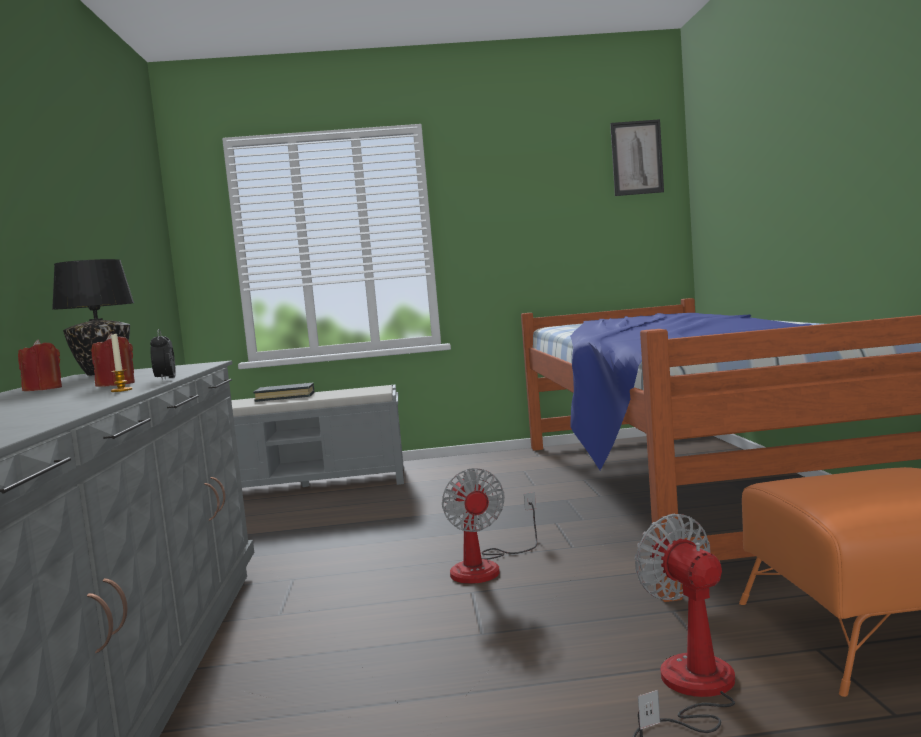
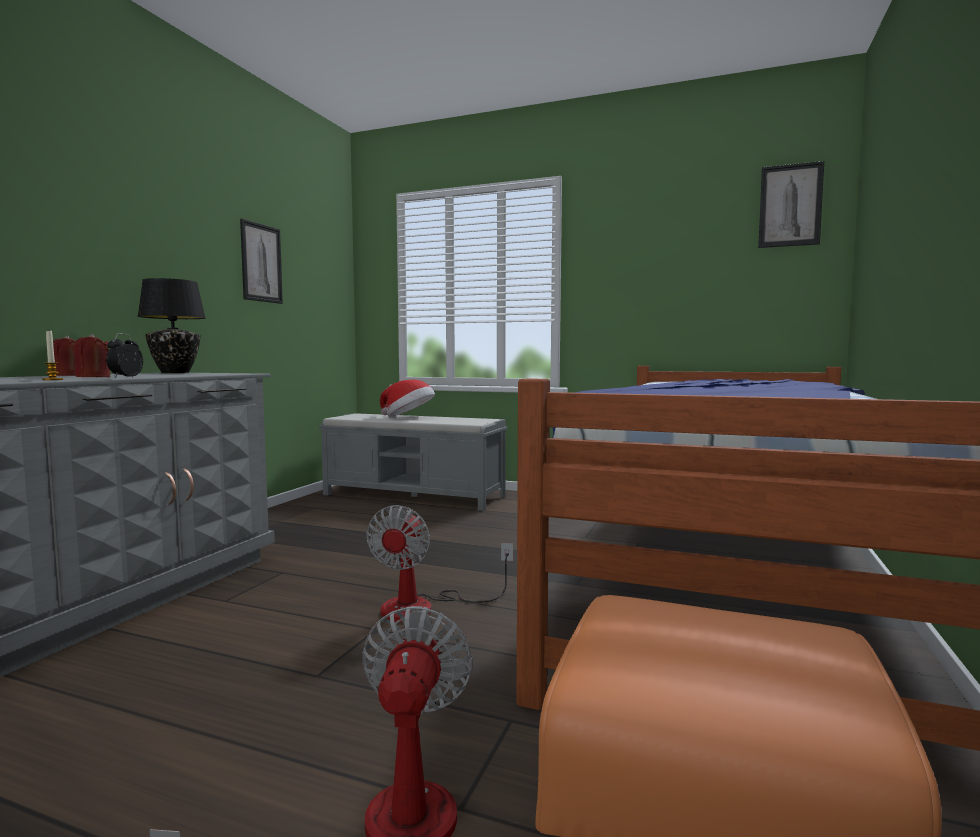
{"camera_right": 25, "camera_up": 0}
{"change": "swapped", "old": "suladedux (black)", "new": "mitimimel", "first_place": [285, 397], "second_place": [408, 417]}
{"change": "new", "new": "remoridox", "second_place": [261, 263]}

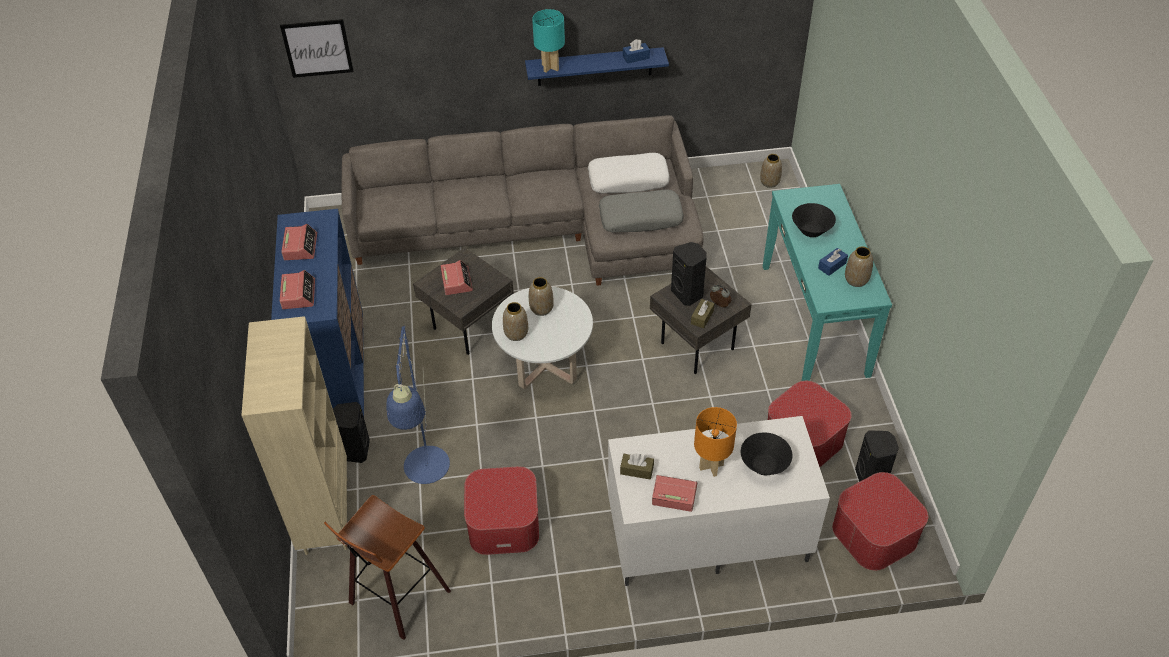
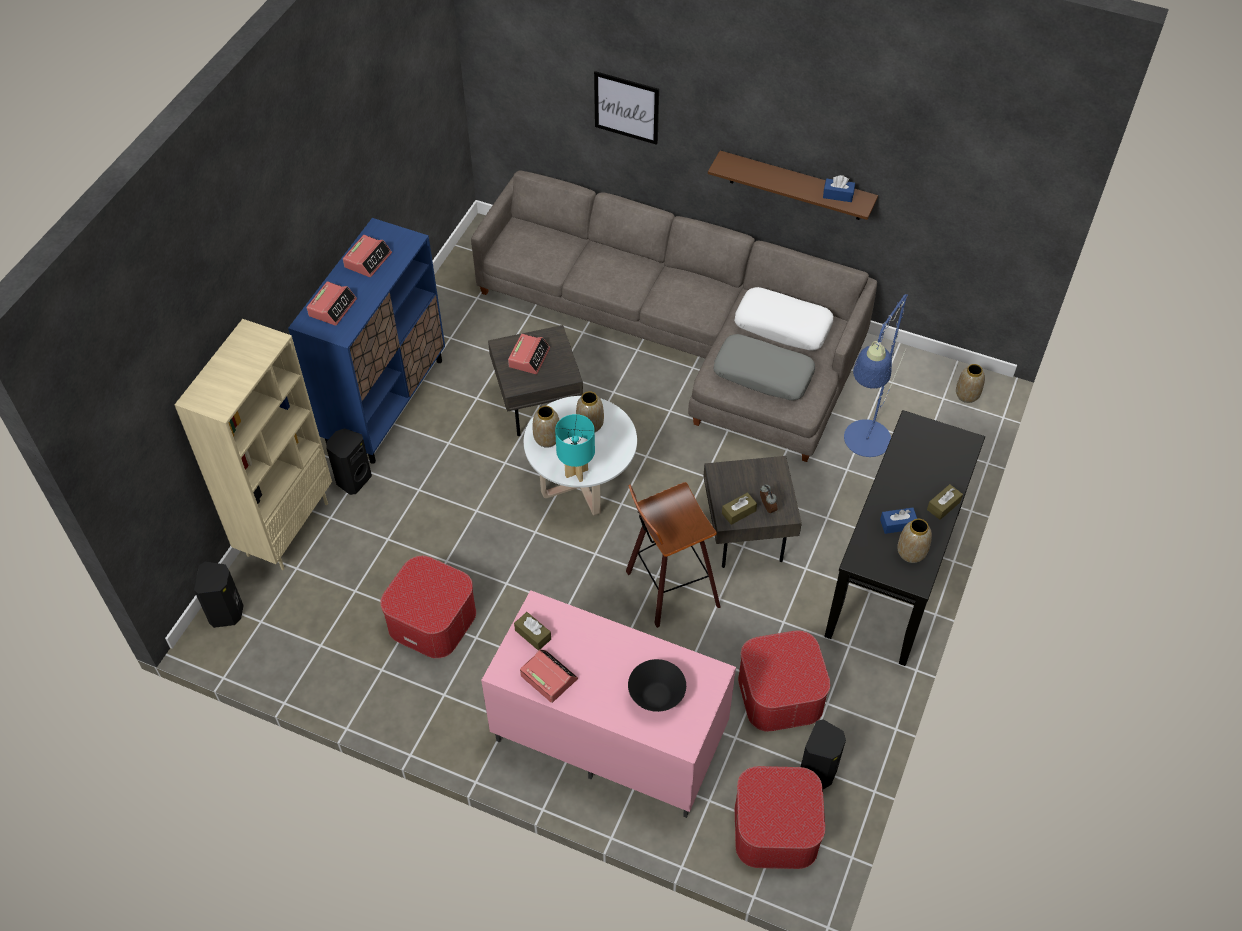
{"camera_right": 30, "camera_up": 5}
{"change": "shifted", "old": "remoridox", "first_place": [317, 48], "second_place": [626, 107]}
{"change": "shifted", "old": "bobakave", "first_place": [396, 598], "second_place": [669, 588]}
{"change": "shifted", "old": "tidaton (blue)", "first_place": [427, 475], "second_place": [863, 448]}
{"change": "repainted", "old": "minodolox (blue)", "new": "minodolox (brown)", "first_place": [594, 66], "second_place": [796, 186]}
{"change": "shifted", "old": "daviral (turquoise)", "first_place": [550, 67], "second_place": [577, 472]}
{"change": "repainted", "old": "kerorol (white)", "new": "kerorol (pink)", "first_place": [707, 536], "second_place": [607, 737]}
{"change": "shifted", "old": "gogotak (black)", "first_place": [688, 293], "second_place": [227, 612]}
{"change": "gone", "old": "daviral (orange)", "first_place": [711, 466]}
{"change": "repainted", "old": "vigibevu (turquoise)", "new": "vigibevu (black)", "first_place": [815, 319], "second_place": [894, 572]}
{"change": "gone", "old": "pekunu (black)", "first_place": [811, 231]}
{"change": "new", "new": "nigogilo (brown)", "second_place": [943, 506]}

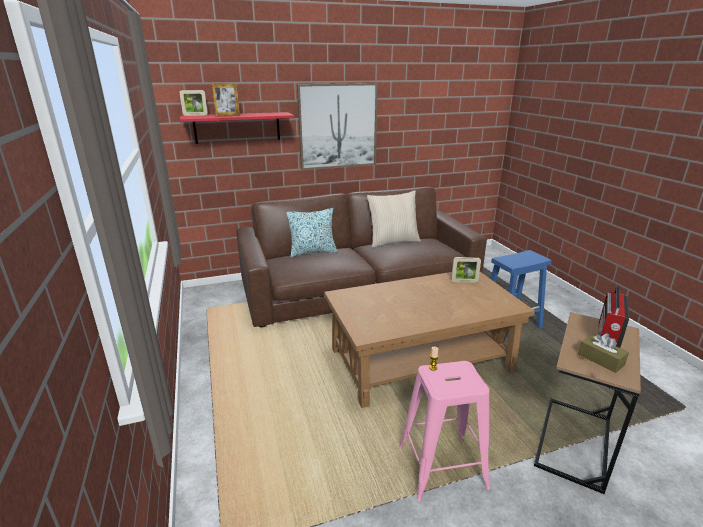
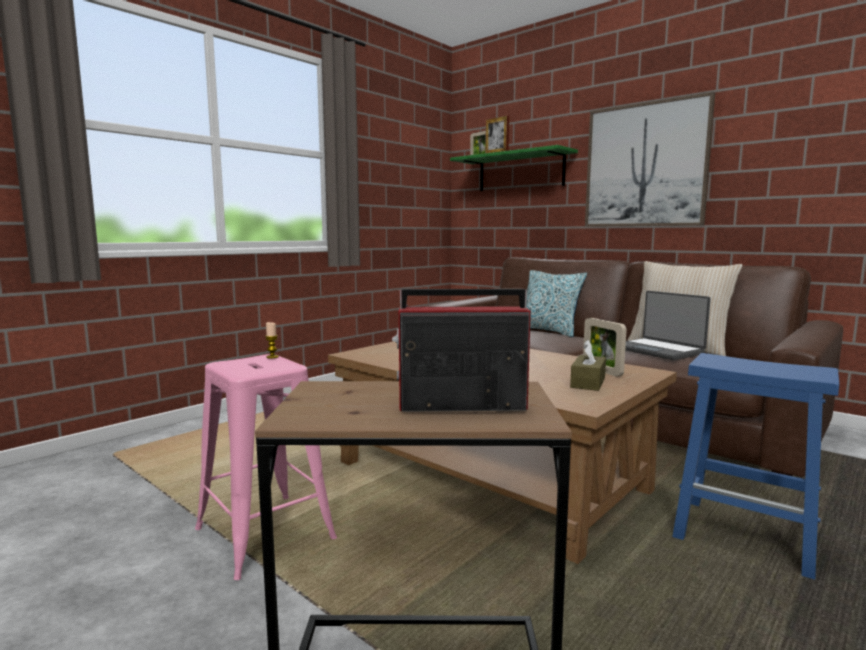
{"camera_right": 60, "camera_up": -15}
{"change": "repainted", "old": "minodolox (red)", "new": "minodolox (green)", "first_place": [237, 127], "second_place": [520, 172]}
{"change": "shifted", "old": "nigogilo (brown)", "first_place": [600, 360], "second_place": [588, 382]}
{"change": "new", "new": "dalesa", "second_place": [659, 350]}

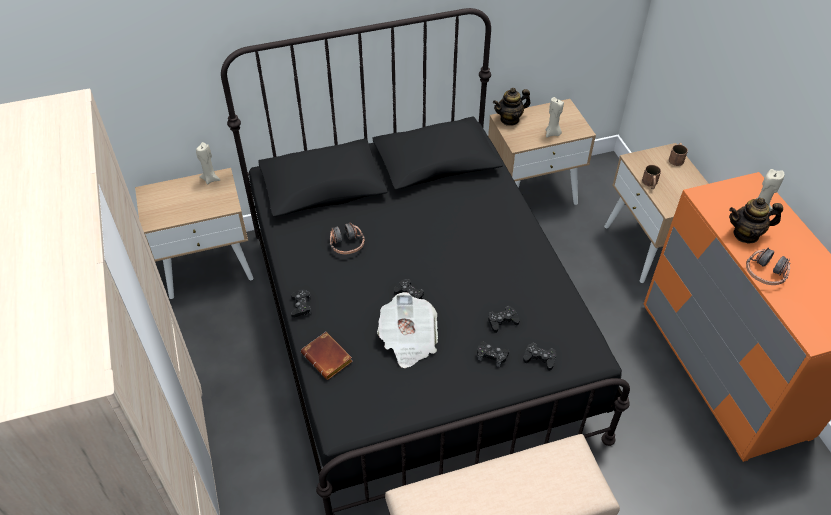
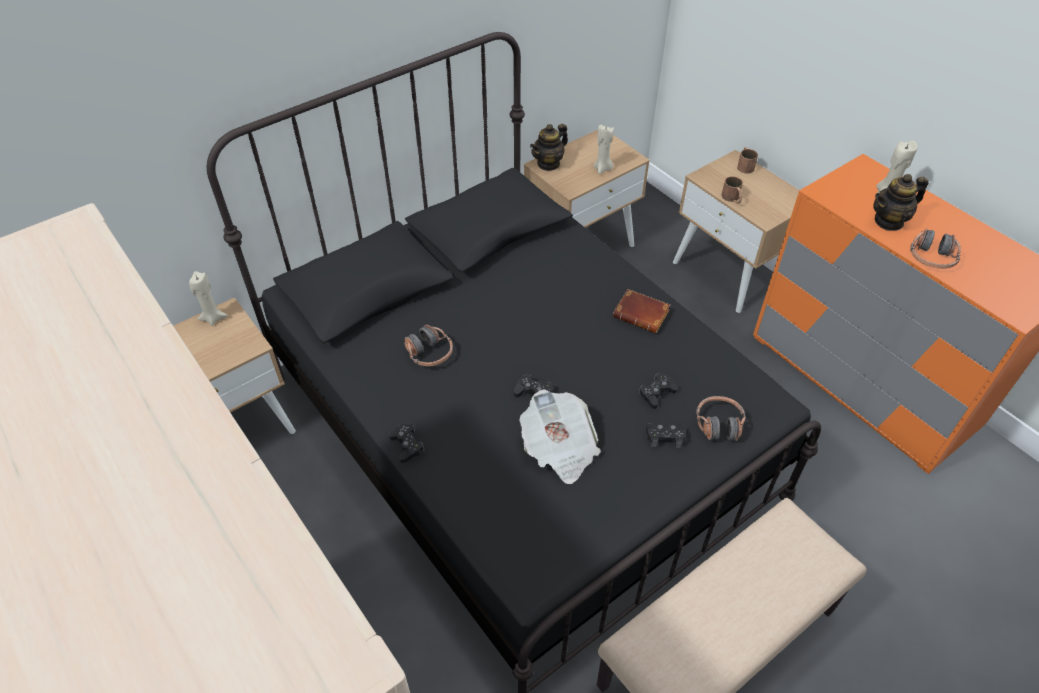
{"camera_right": -20, "camera_up": 0}
{"change": "shifted", "old": "suladedux (brown)", "first_place": [329, 358], "second_place": [642, 314]}
{"change": "swapped", "old": "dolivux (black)", "new": "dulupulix", "first_place": [539, 358], "second_place": [719, 424]}

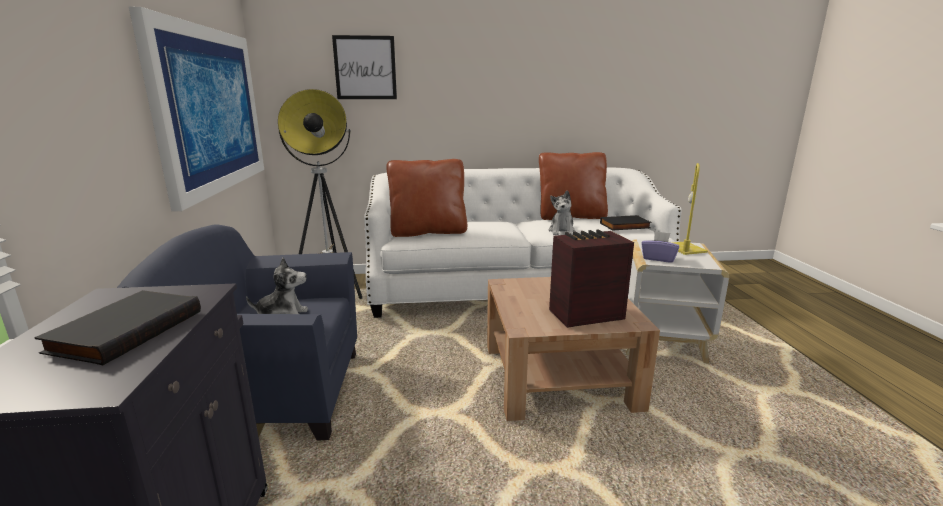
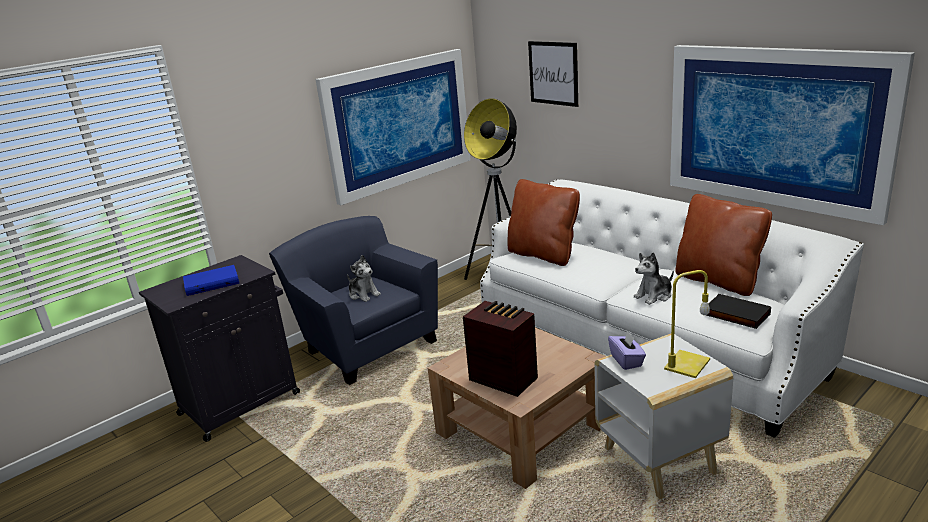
{"camera_right": 55, "camera_up": 5}
{"change": "repainted", "old": "suladedux (black)", "new": "suladedux (blue)", "first_place": [126, 330], "second_place": [212, 283]}
{"change": "new", "new": "remoridox", "second_place": [775, 127]}

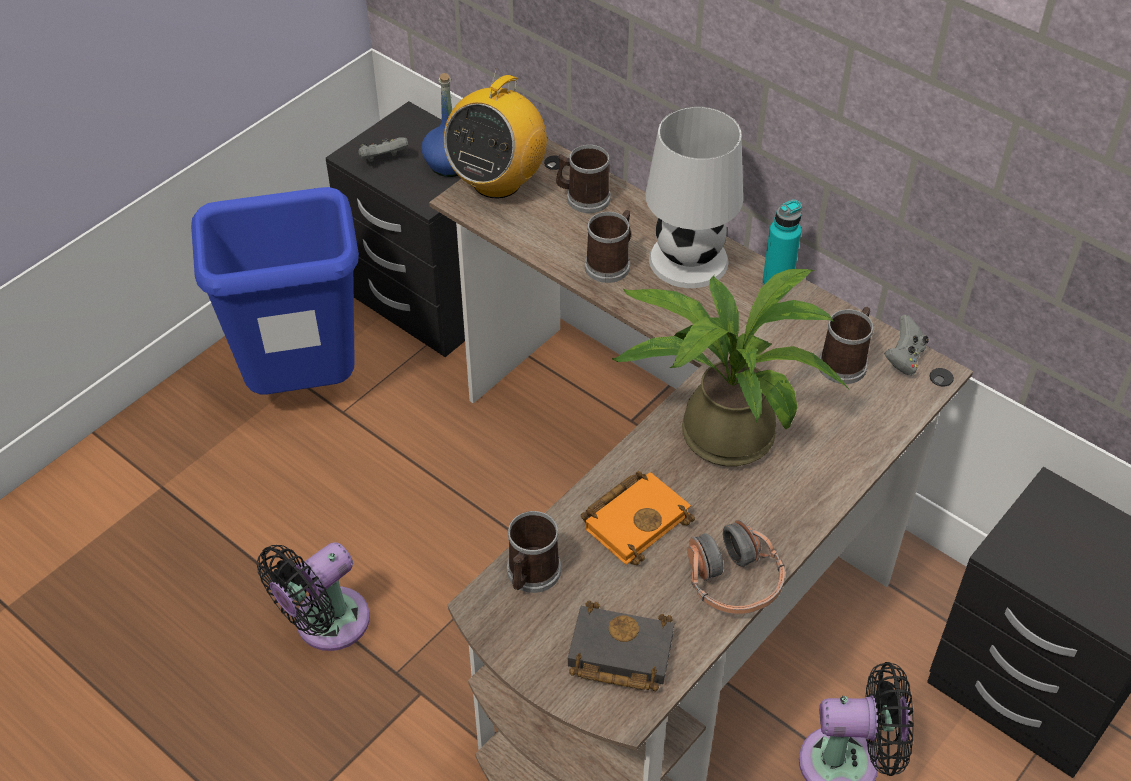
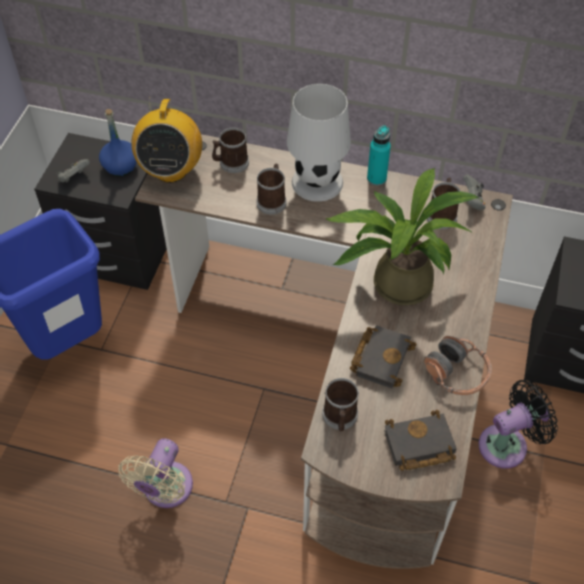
{"camera_right": -25, "camera_up": 5}
{"change": "repainted", "old": "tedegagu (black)", "new": "tedegagu (beige)", "first_place": [325, 624], "second_place": [165, 490]}
{"change": "repainted", "old": "suladedux (orange)", "new": "suladedux (black)", "first_place": [636, 519], "second_place": [380, 357]}

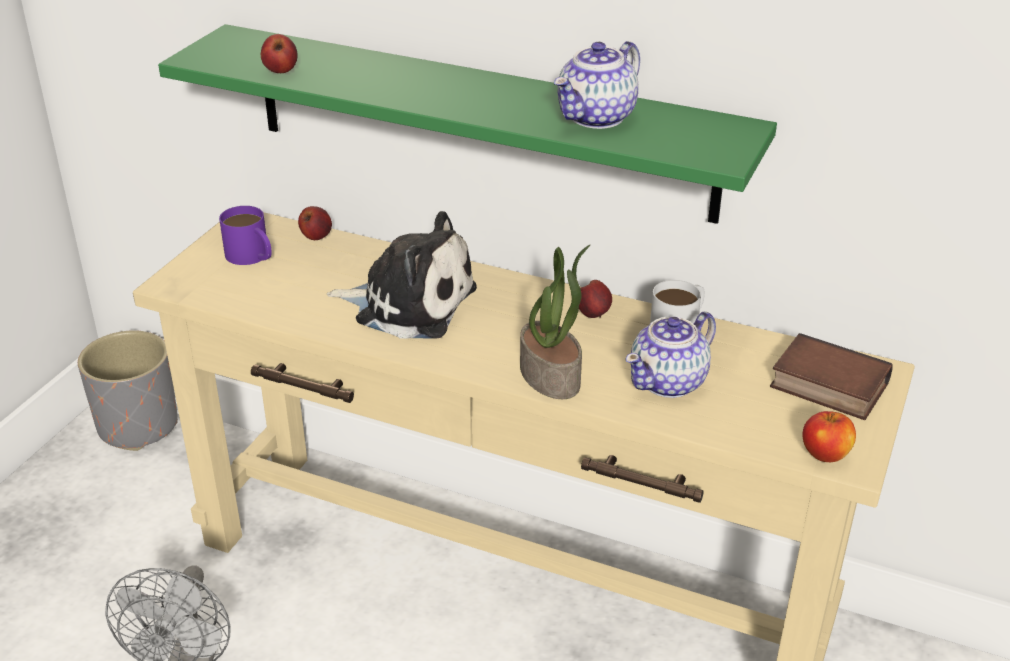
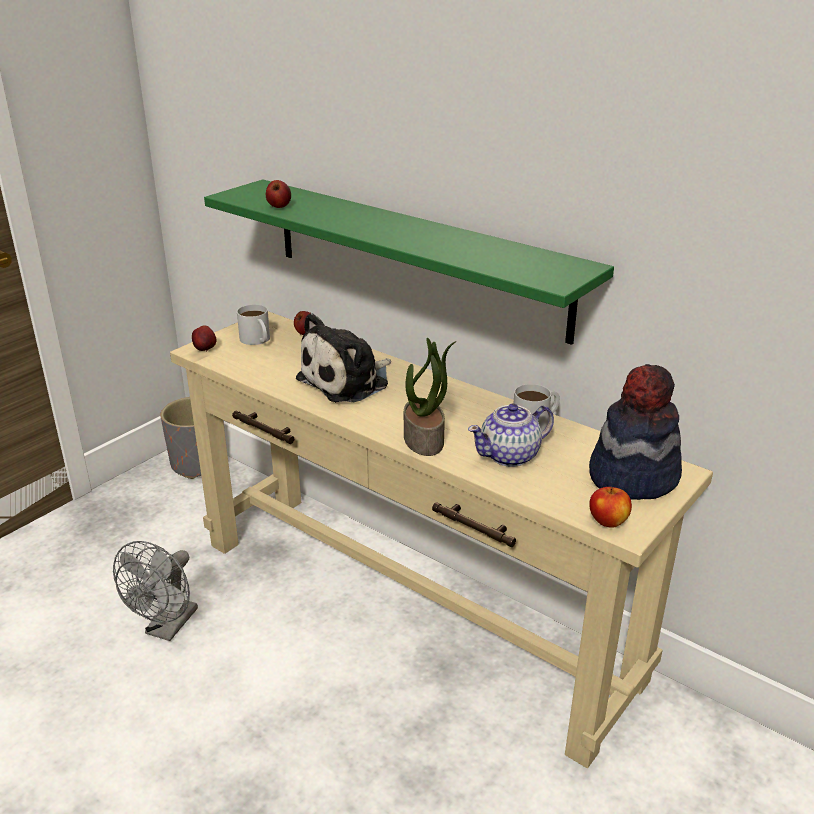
{"camera_right": 15, "camera_up": -5}
{"change": "repainted", "old": "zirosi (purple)", "new": "zirosi (white)", "first_place": [252, 257], "second_place": [257, 340]}
{"change": "rotated", "old": "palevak", "first_place": [409, 303], "second_place": [347, 381], "degrees": 105}
{"change": "gone", "old": "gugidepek", "first_place": [596, 118]}
{"change": "shifted", "old": "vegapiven", "first_place": [594, 314], "second_place": [205, 350]}
{"change": "swapped", "old": "suladedux", "new": "mitimimel", "first_place": [826, 386], "second_place": [632, 476]}

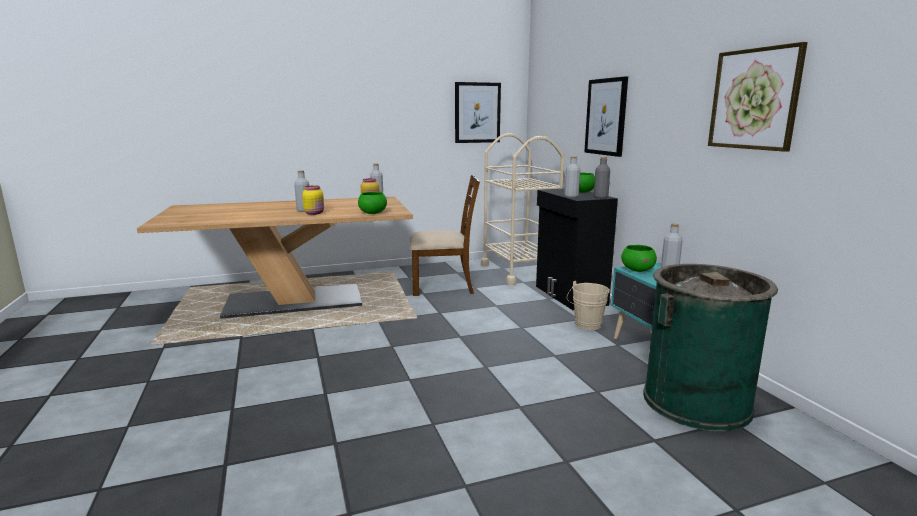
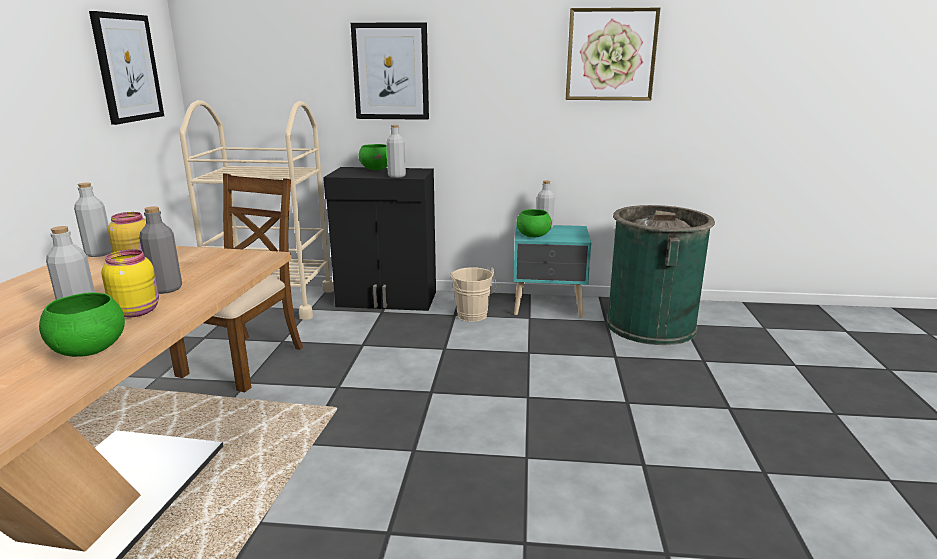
{"camera_right": -65, "camera_up": 5}
{"change": "shifted", "old": "pekunu (green)", "first_place": [372, 213], "second_place": [88, 350]}
{"change": "shifted", "old": "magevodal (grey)", "first_place": [600, 197], "second_place": [166, 289]}

